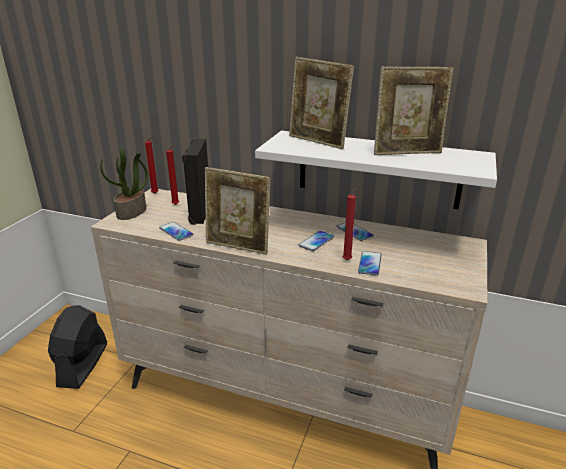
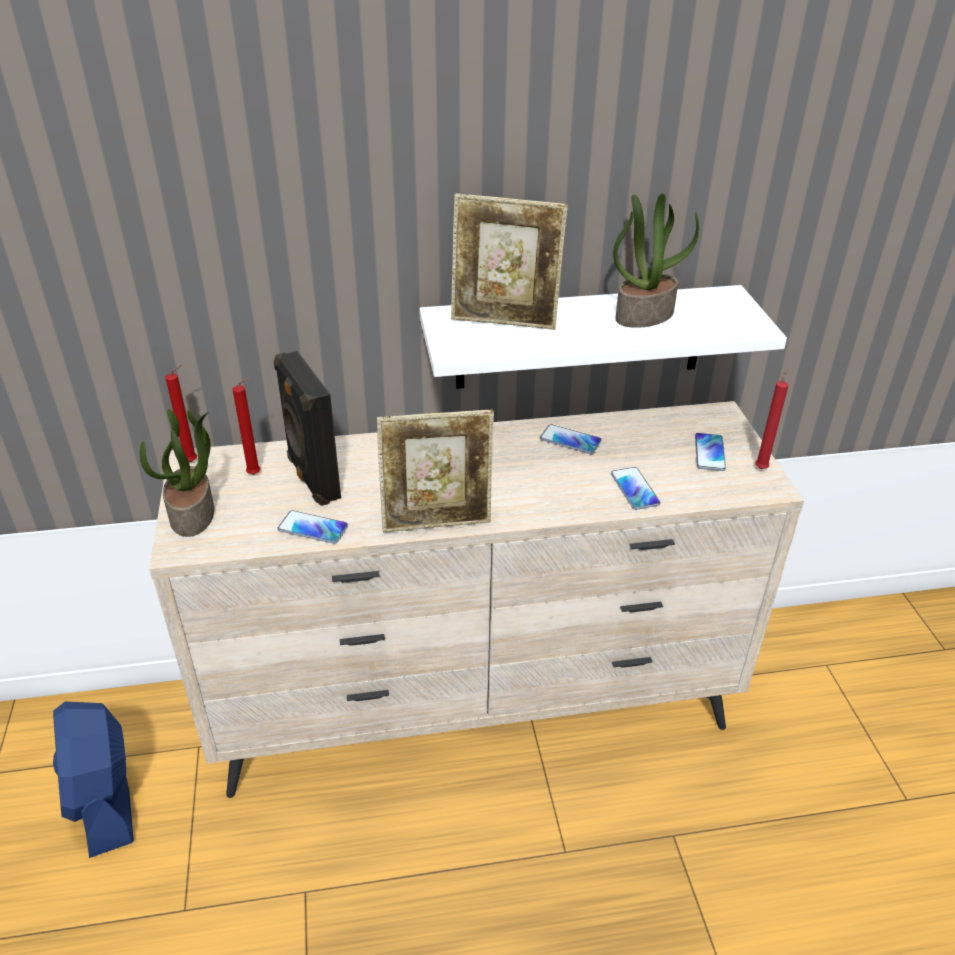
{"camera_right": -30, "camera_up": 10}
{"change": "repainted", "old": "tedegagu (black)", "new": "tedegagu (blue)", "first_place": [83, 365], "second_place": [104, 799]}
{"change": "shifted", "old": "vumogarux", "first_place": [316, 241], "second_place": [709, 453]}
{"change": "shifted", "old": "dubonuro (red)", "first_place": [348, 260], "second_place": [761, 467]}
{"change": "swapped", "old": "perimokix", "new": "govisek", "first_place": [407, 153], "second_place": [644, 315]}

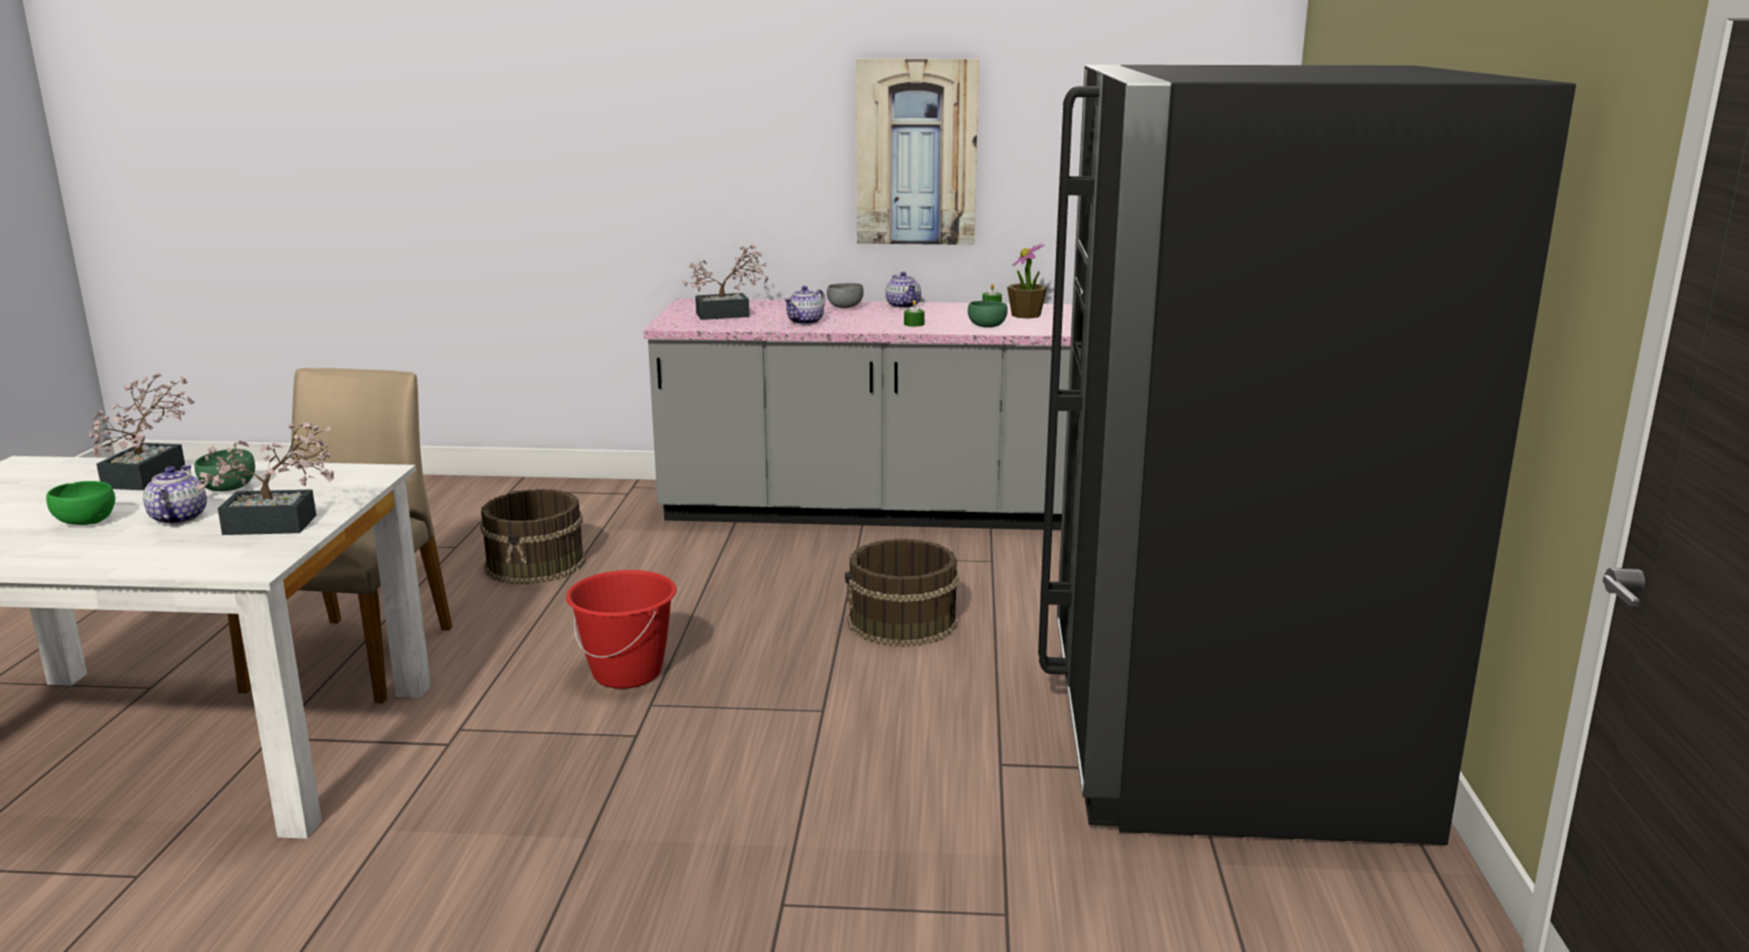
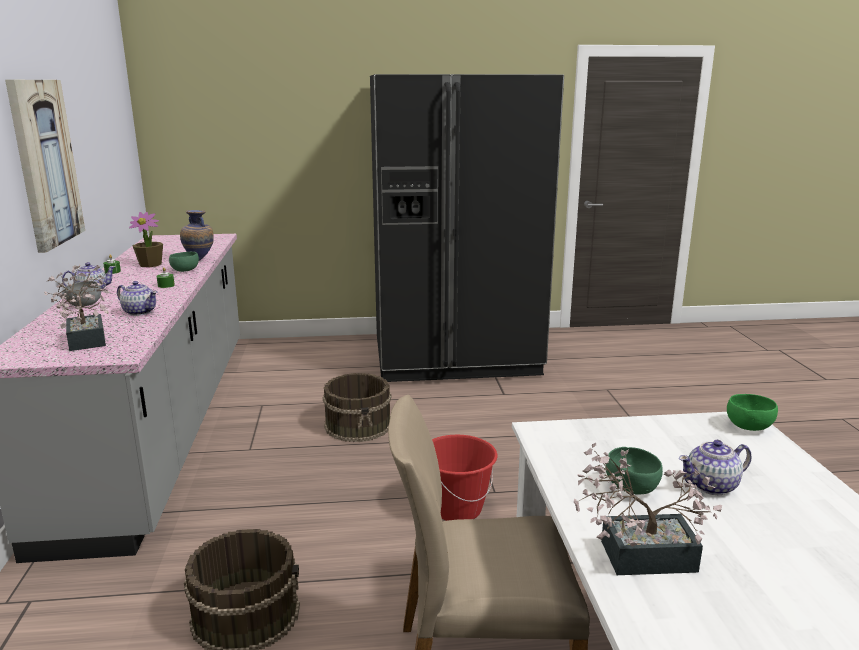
{"camera_right": -100, "camera_up": 0}
{"change": "shifted", "old": "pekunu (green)", "first_place": [86, 522], "second_place": [748, 427]}
{"change": "gone", "old": "govisek", "first_place": [280, 525]}
{"change": "new", "new": "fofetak", "second_place": [200, 260]}

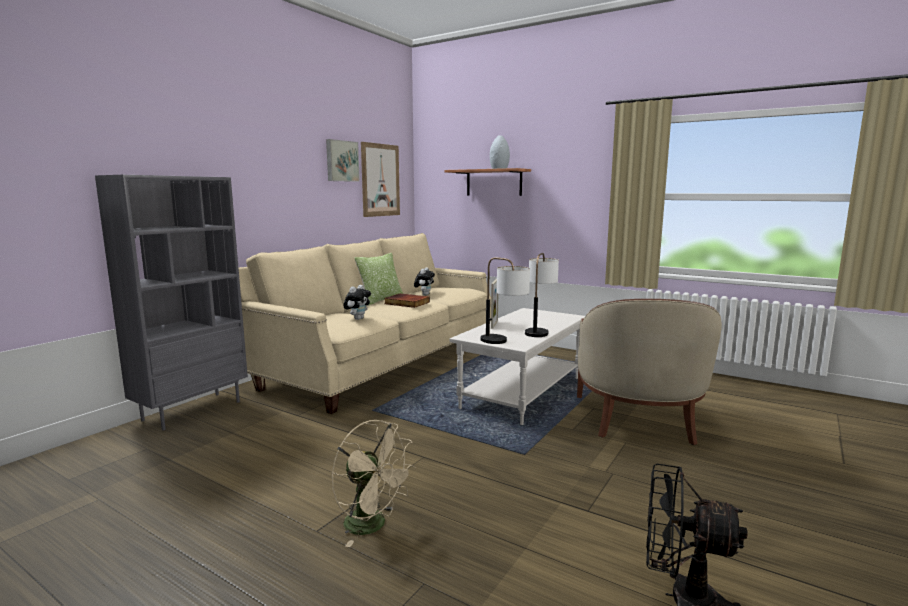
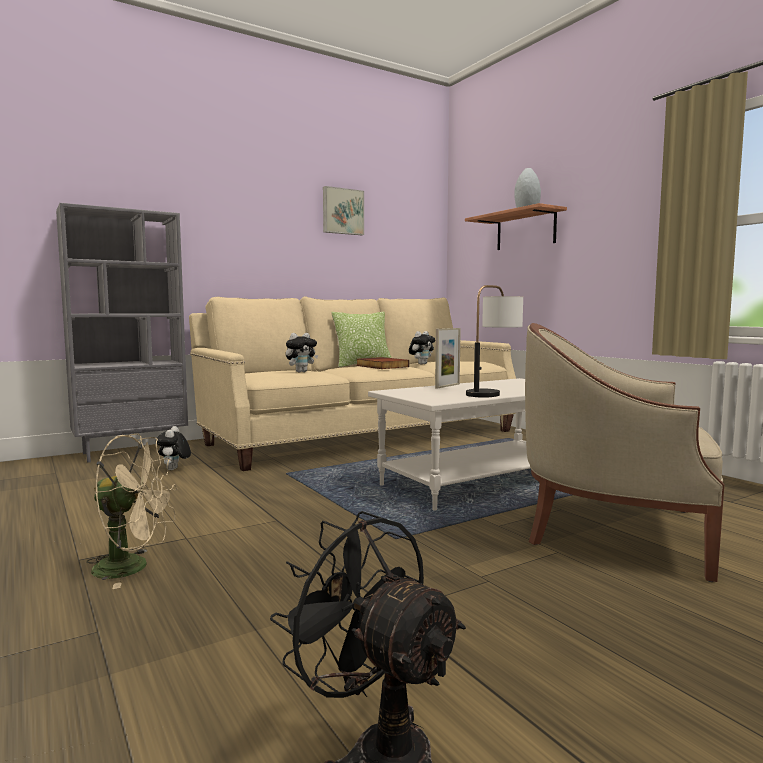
{"camera_right": 25, "camera_up": -5}
{"change": "rotated", "old": "tedegagu (beige)", "first_place": [373, 526], "second_place": [133, 567], "degrees": -60}
{"change": "gone", "old": "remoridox", "first_place": [380, 180]}
{"change": "gone", "old": "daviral", "first_place": [503, 343]}
{"change": "rotated", "old": "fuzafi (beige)", "first_place": [638, 419], "second_place": [614, 531], "degrees": 75}
{"change": "new", "new": "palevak", "second_place": [174, 469]}

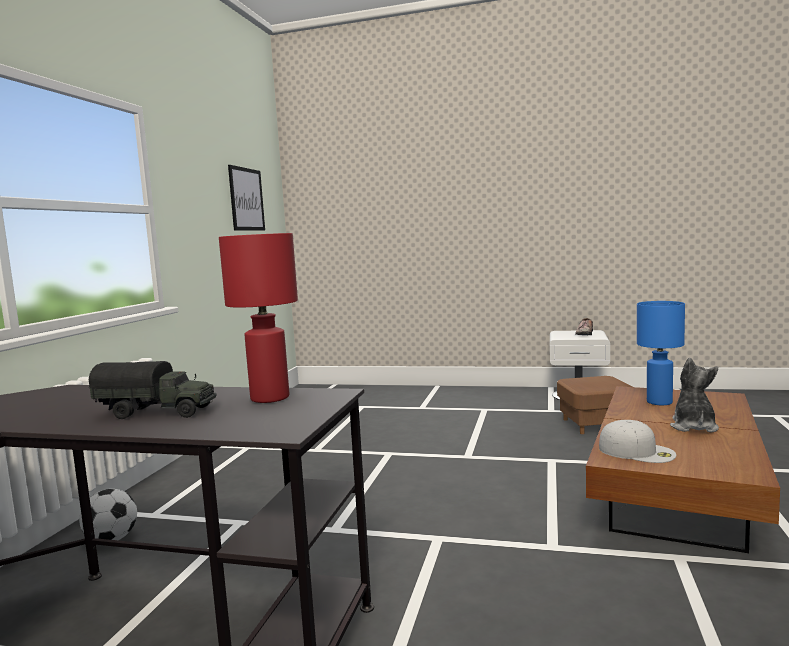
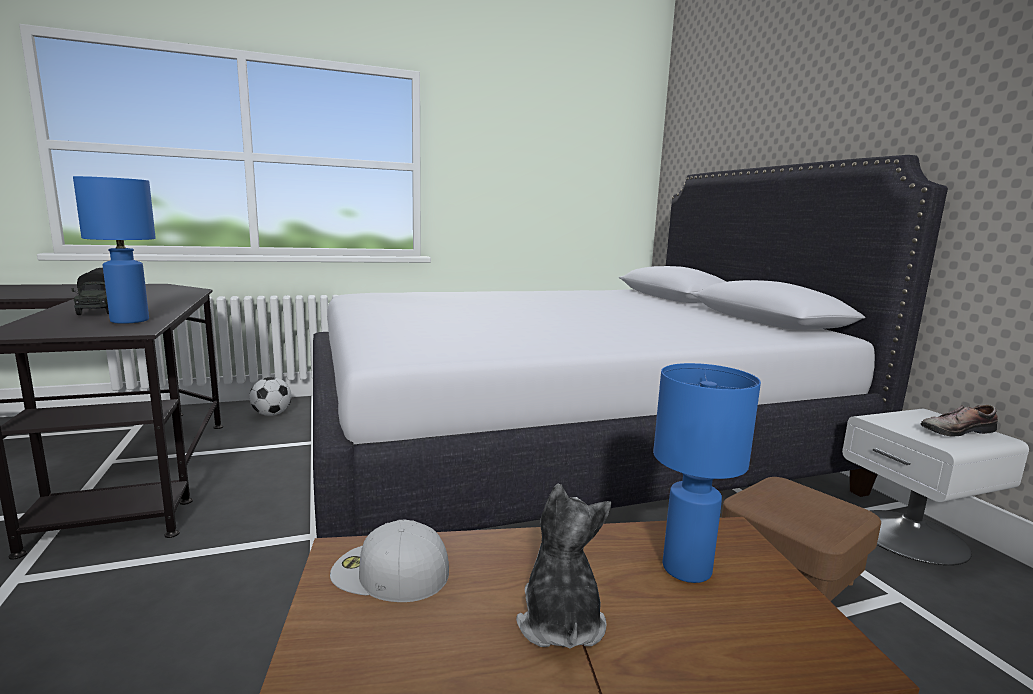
{"camera_right": 55, "camera_up": 5}
{"change": "repainted", "old": "daviral (red)", "new": "daviral (blue)", "first_place": [269, 398], "second_place": [130, 320]}
{"change": "gone", "old": "remoridox", "first_place": [246, 199]}
{"change": "rotated", "old": "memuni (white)", "first_place": [637, 451], "second_place": [388, 572], "degrees": 105}
{"change": "rotated", "old": "palevak", "first_place": [693, 427], "second_place": [560, 621], "degrees": -75}
{"change": "new", "new": "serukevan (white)", "second_place": [563, 449]}

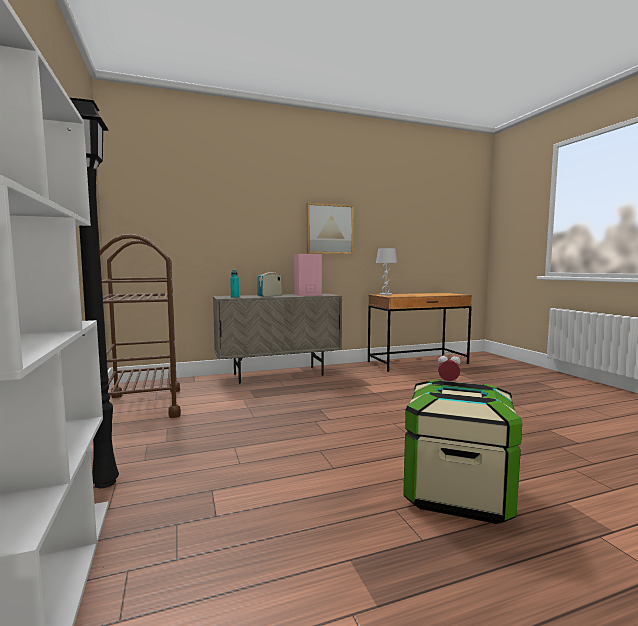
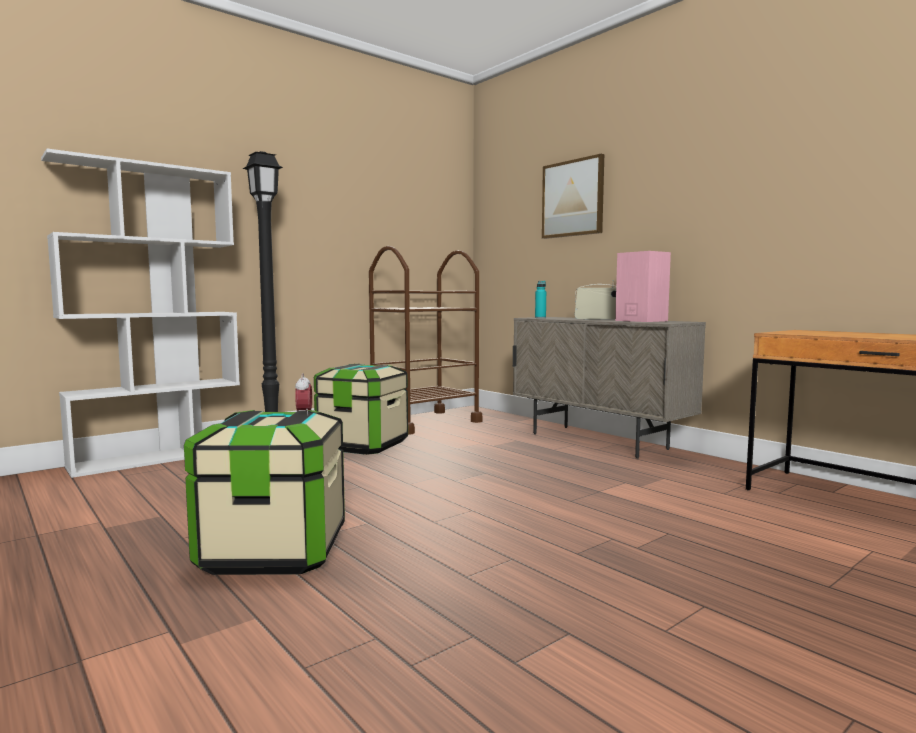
{"camera_right": 70, "camera_up": 0}
{"change": "shifted", "old": "remoridox", "first_place": [329, 229], "second_place": [573, 198]}
{"change": "gone", "old": "daviral (white)", "first_place": [385, 294]}
{"change": "new", "new": "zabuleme", "second_place": [362, 445]}

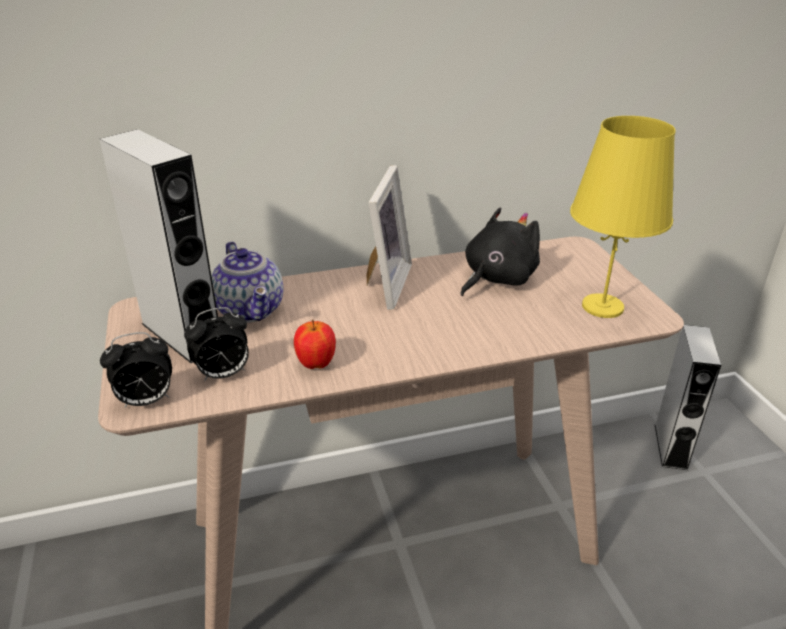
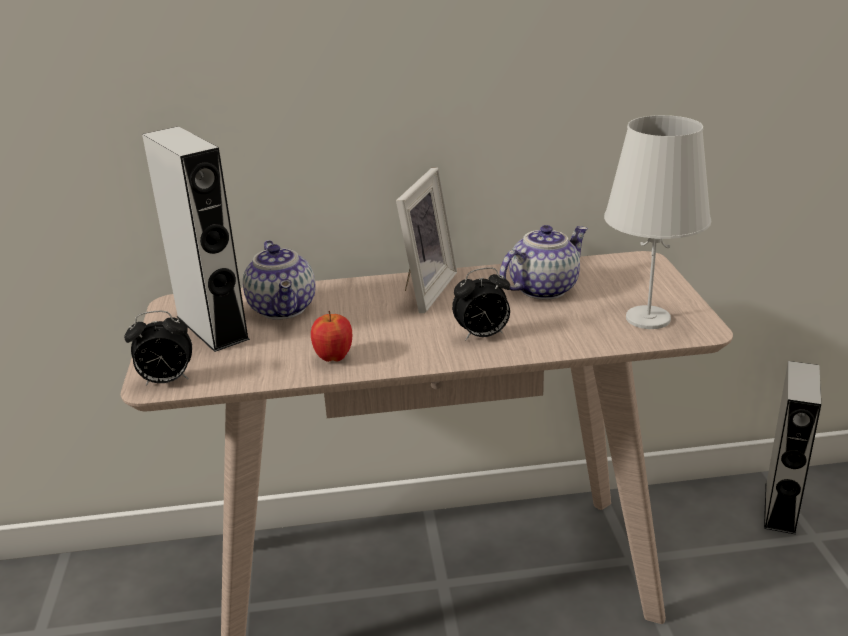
{"camera_right": 10, "camera_up": -5}
{"change": "shifted", "old": "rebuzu", "first_place": [223, 375], "second_place": [482, 336]}
{"change": "swapped", "old": "palevak (black)", "new": "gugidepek", "first_place": [496, 278], "second_place": [543, 288]}
{"change": "repainted", "old": "daviral (yellow)", "new": "daviral (white)", "first_place": [602, 306], "second_place": [648, 318]}

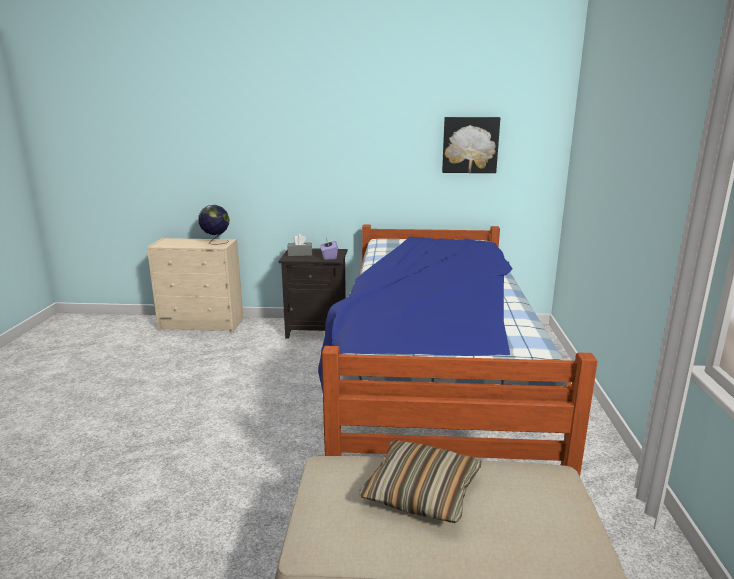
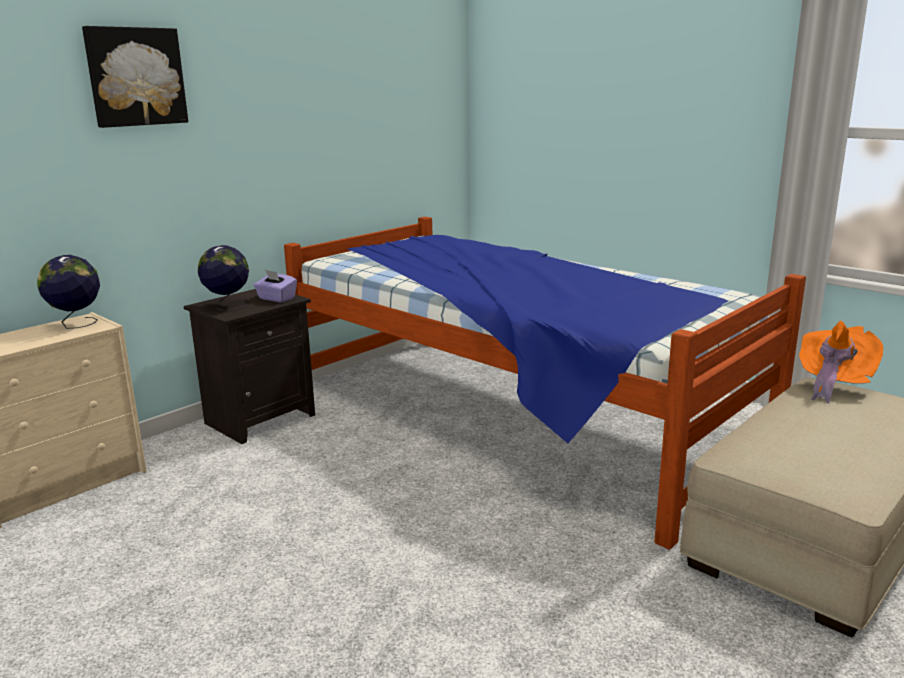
{"camera_right": -50, "camera_up": 0}
{"change": "swapped", "old": "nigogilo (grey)", "new": "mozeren", "first_place": [300, 254], "second_place": [227, 306]}
{"change": "gone", "old": "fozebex", "first_place": [421, 492]}
{"change": "shifted", "old": "remoridox", "first_place": [470, 145], "second_place": [135, 77]}
{"change": "new", "new": "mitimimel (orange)", "second_place": [833, 384]}

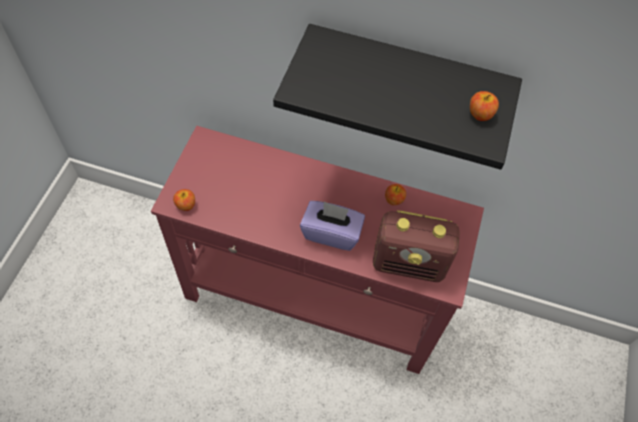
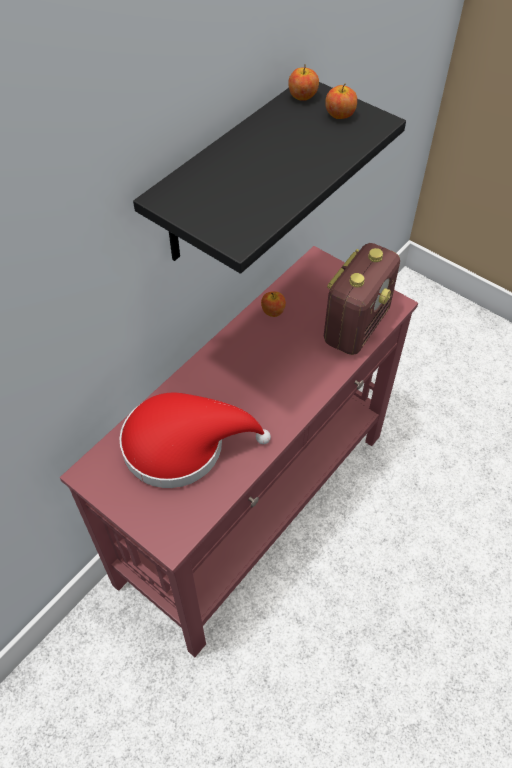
{"camera_right": -65, "camera_up": -5}
{"change": "shifted", "old": "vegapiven", "first_place": [186, 205], "second_place": [302, 96]}
{"change": "gone", "old": "nigogilo (purple)", "first_place": [331, 233]}
{"change": "new", "new": "mitimimel (red)", "second_place": [182, 444]}

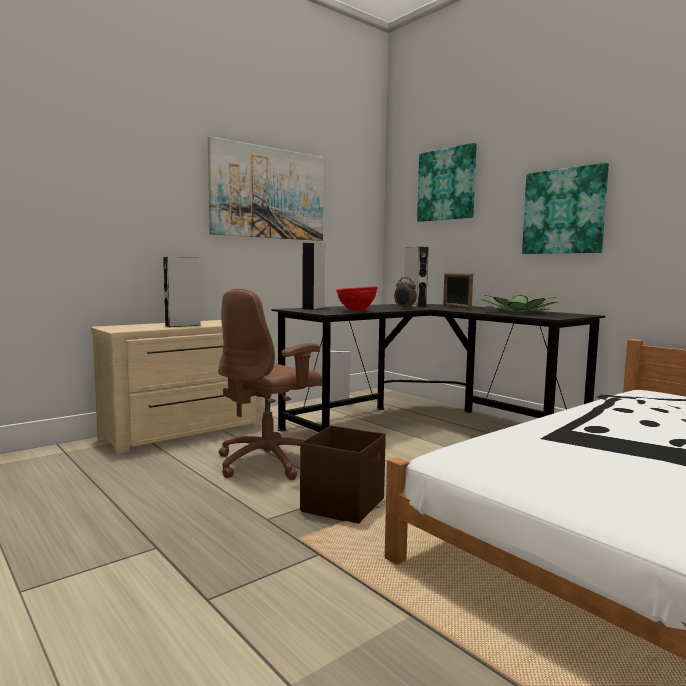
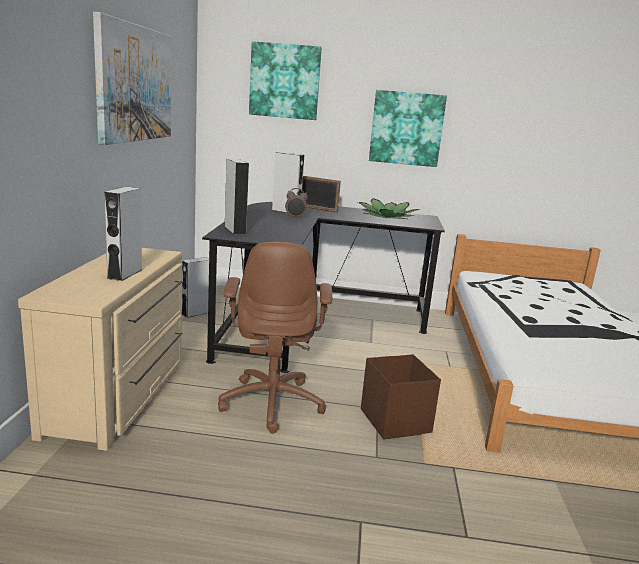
{"camera_right": -45, "camera_up": 10}
{"change": "gone", "old": "pekunu (red)", "first_place": [356, 311]}

